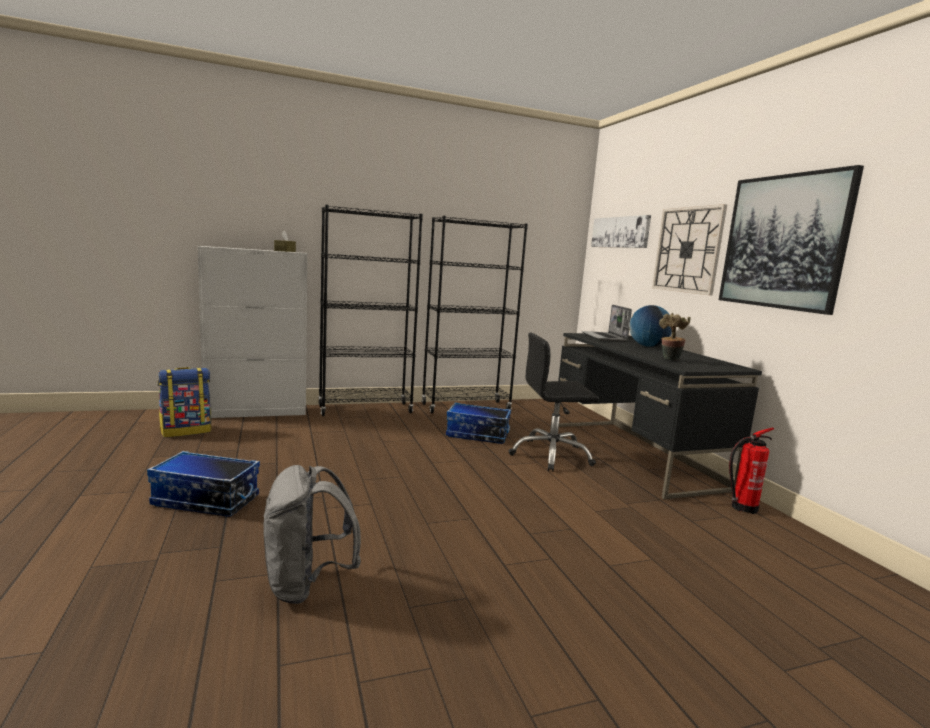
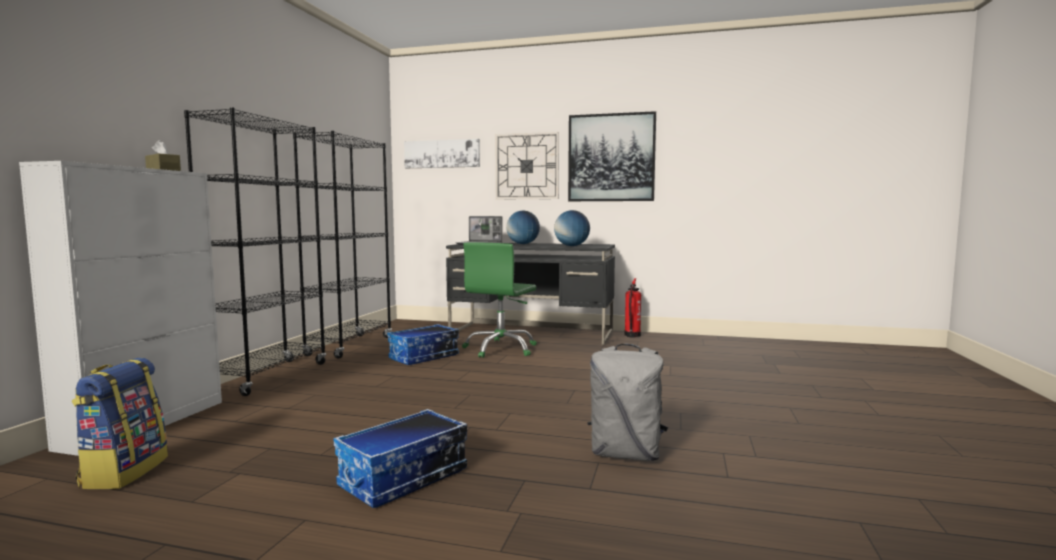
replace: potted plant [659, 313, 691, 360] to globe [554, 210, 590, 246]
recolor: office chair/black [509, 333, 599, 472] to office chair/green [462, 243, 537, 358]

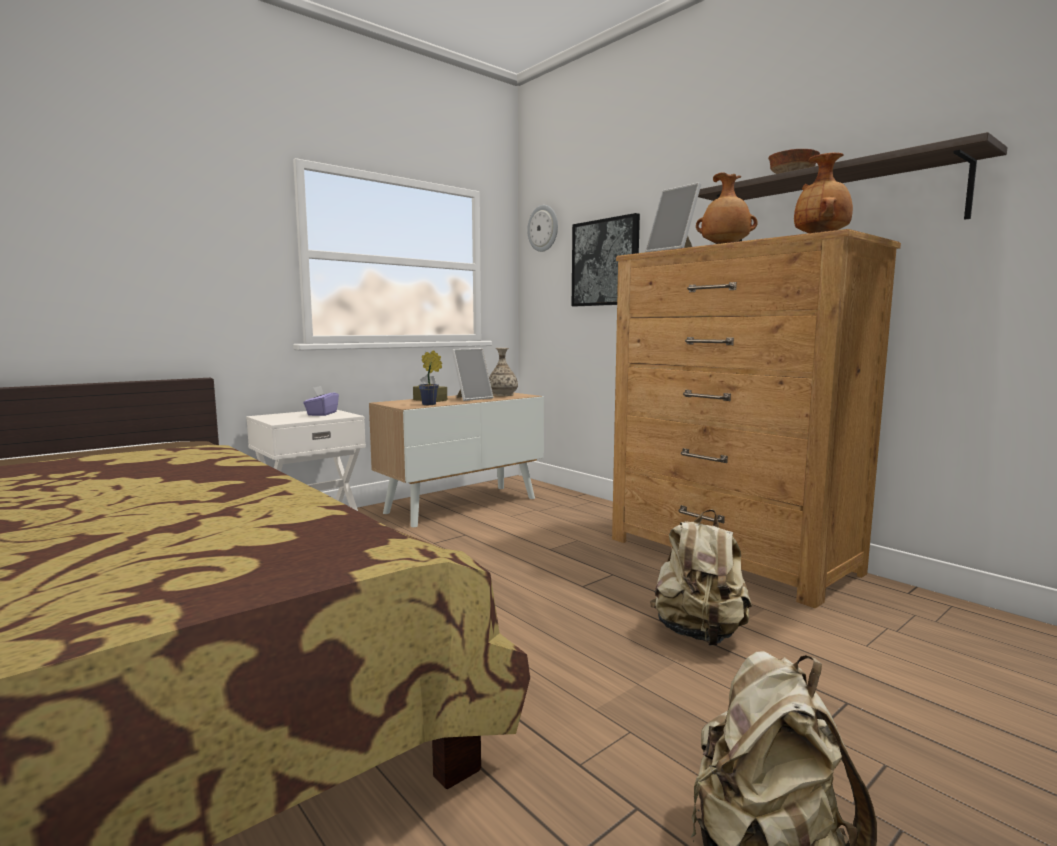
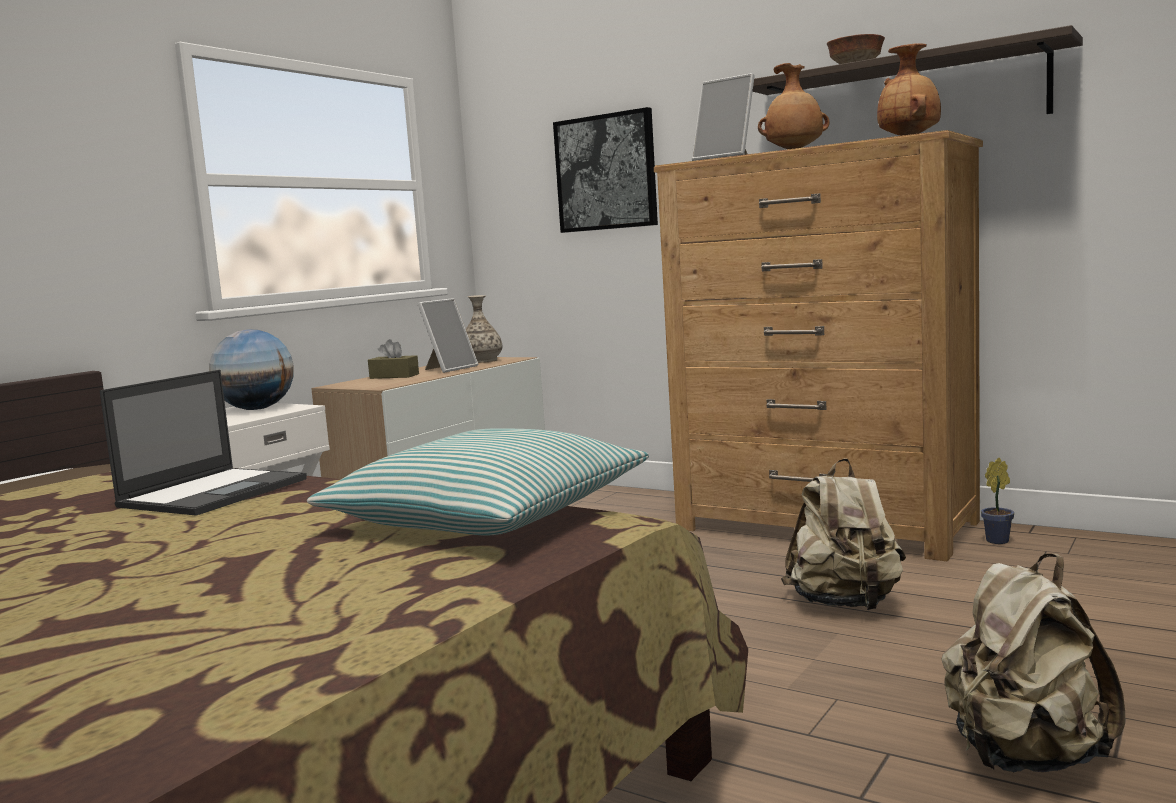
delete: wall clock [527, 205, 558, 252]
insert: laptop [100, 370, 307, 516]; pillow [307, 428, 649, 536]
move: potted plant [419, 350, 442, 405] to [981, 458, 1014, 544]
replace: tissue box/purple [303, 386, 339, 416] to globe [209, 329, 294, 410]

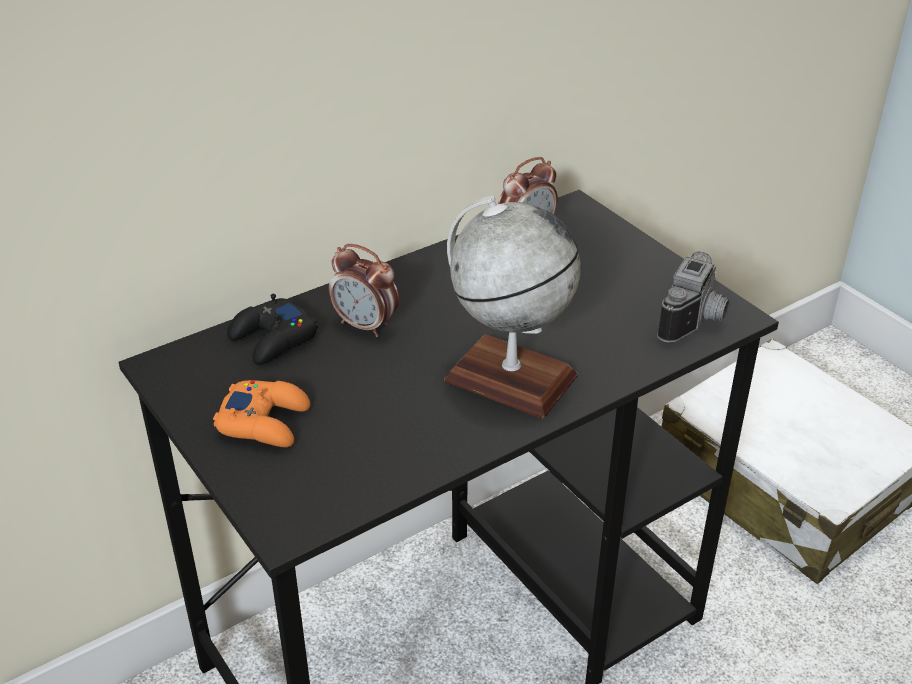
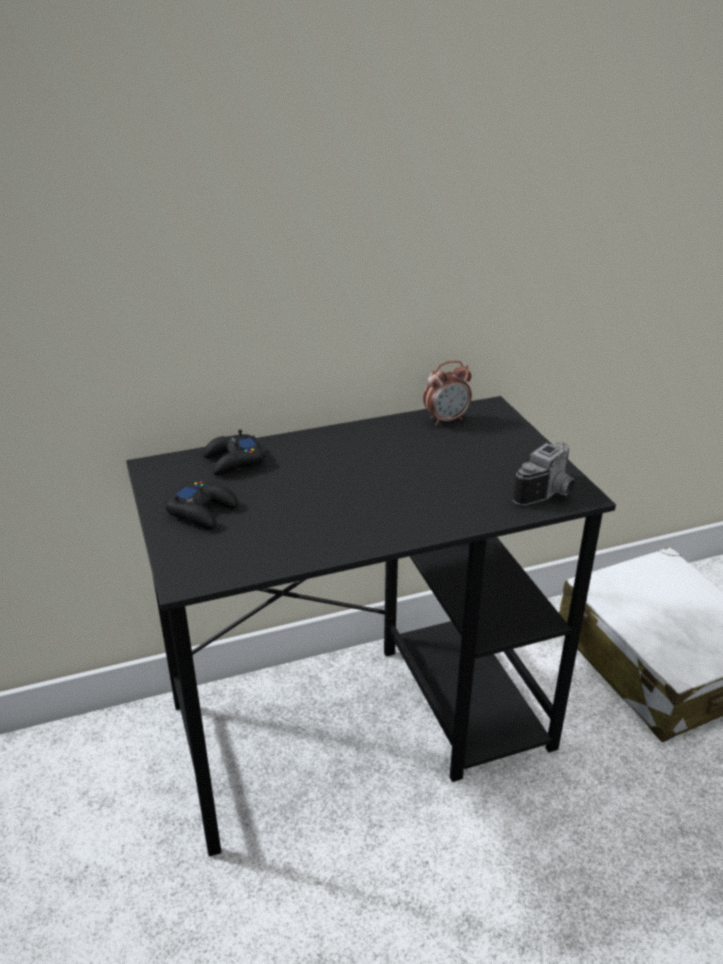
delete: alarm clock [328, 244, 399, 337]; globe [444, 196, 580, 419]
recolor: game controller/orange [213, 380, 310, 447] to game controller/black [165, 481, 238, 529]

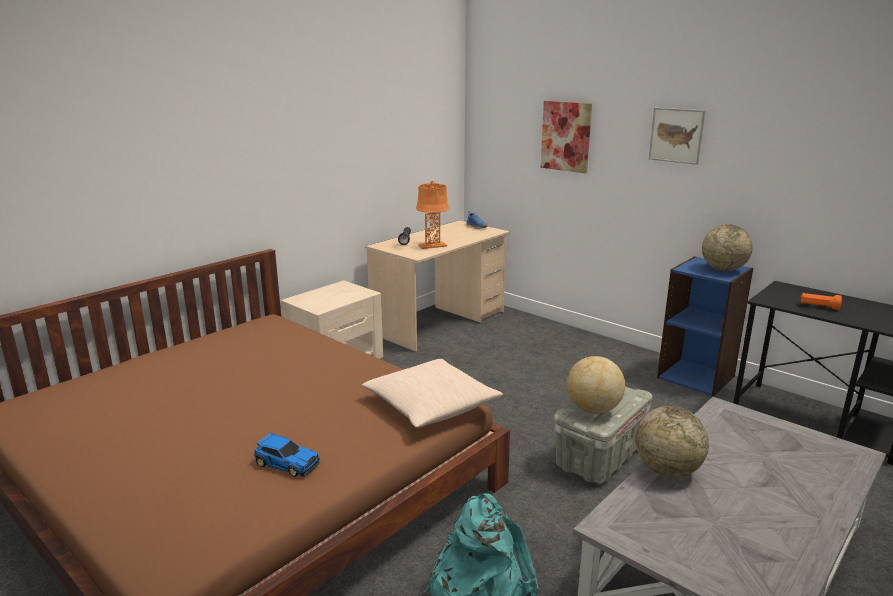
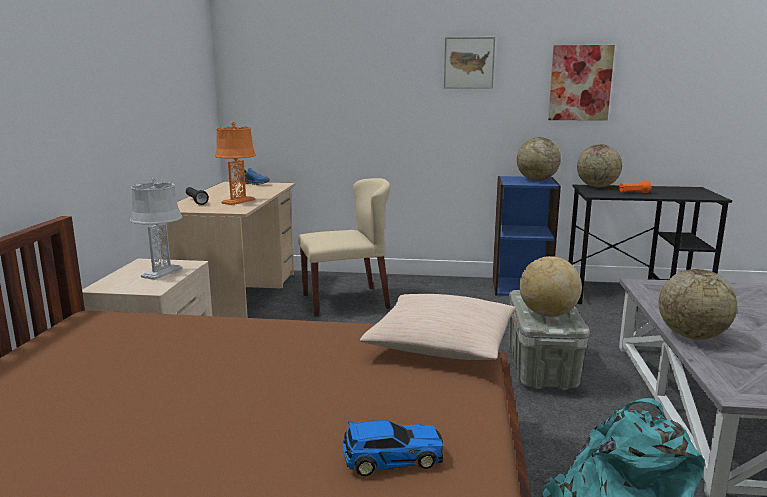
insert: table lamp/grey [130, 178, 182, 280]; chair/beige [298, 178, 390, 317]; globe [577, 144, 622, 187]
move: picture [540, 101, 592, 173] to [548, 45, 615, 121]

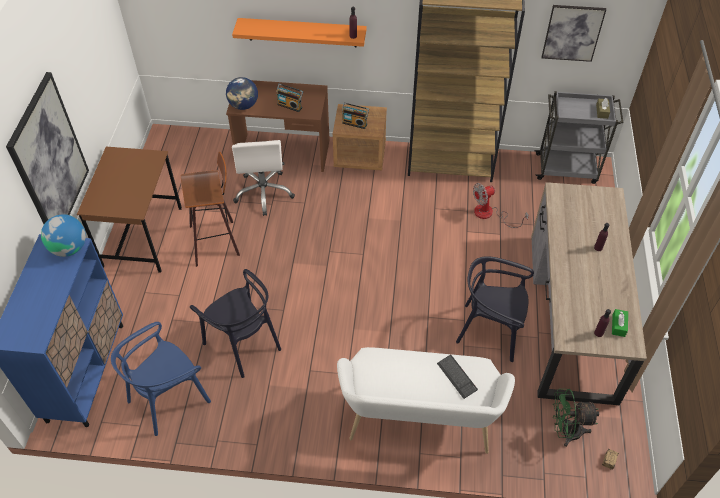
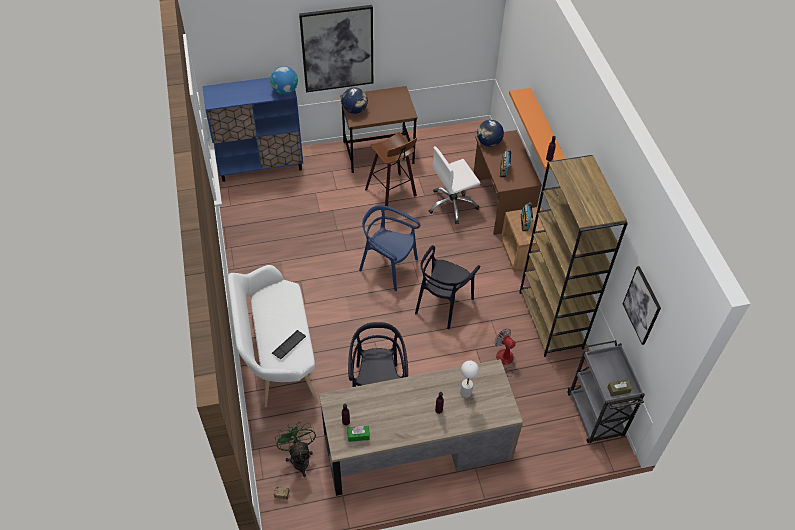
insert: globe [342, 87, 368, 114]; table lamp/white [460, 360, 479, 398]
move: chair/blue [111, 322, 211, 436] to [359, 205, 420, 291]; chair/black [190, 269, 281, 378] to [415, 245, 480, 329]

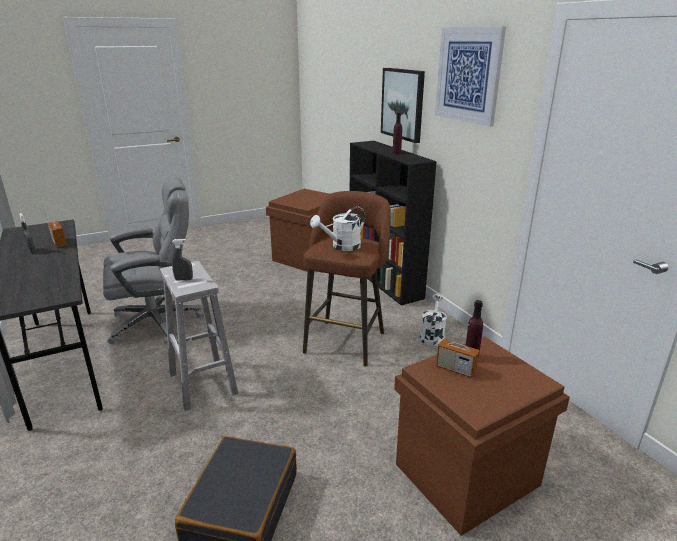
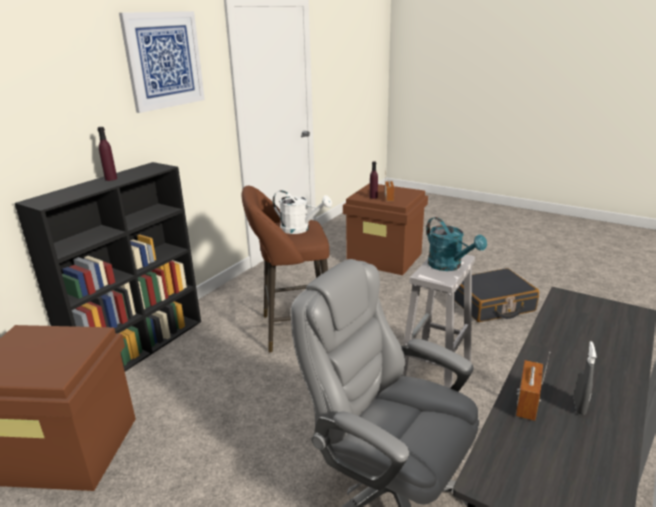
delete: picture [381, 68, 425, 143]; watering can/white [420, 294, 447, 346]
replace: spray bottle/grey [172, 239, 193, 280] to watering can/turquoise [426, 217, 487, 271]

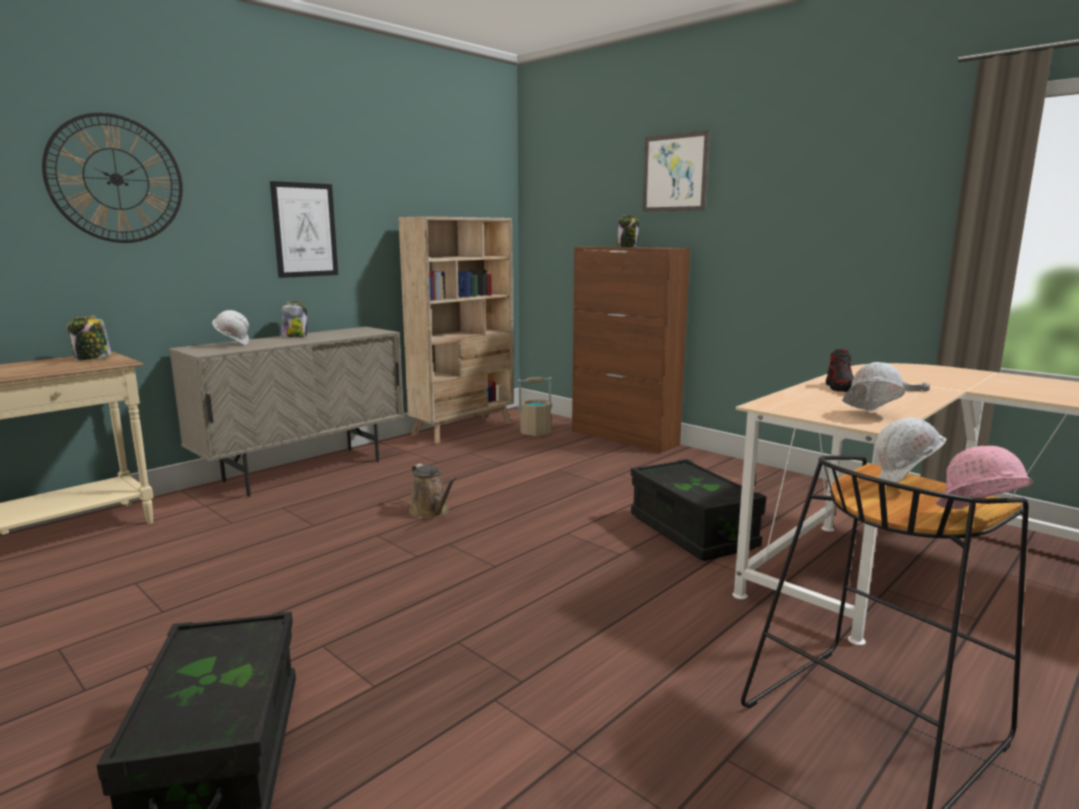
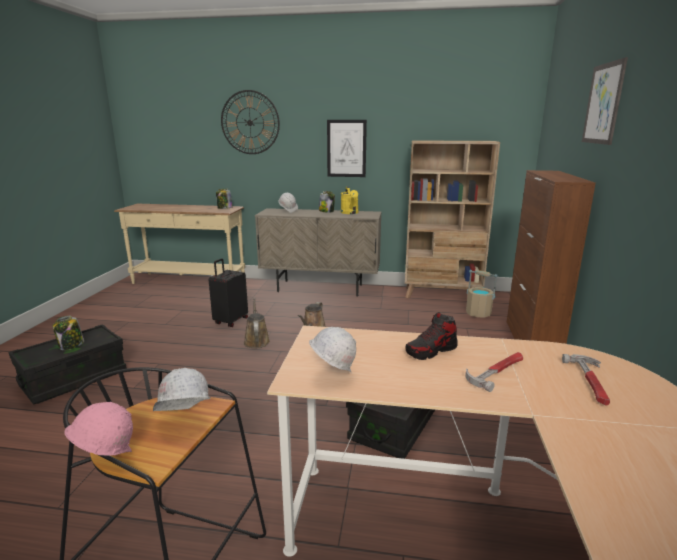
insert: suitcase/black [209, 258, 248, 327]; watering can/brown [243, 298, 270, 348]; watering can/yellow [341, 186, 358, 214]; hammer [562, 354, 610, 405]
move: jar [617, 215, 639, 247] to [52, 316, 84, 350]

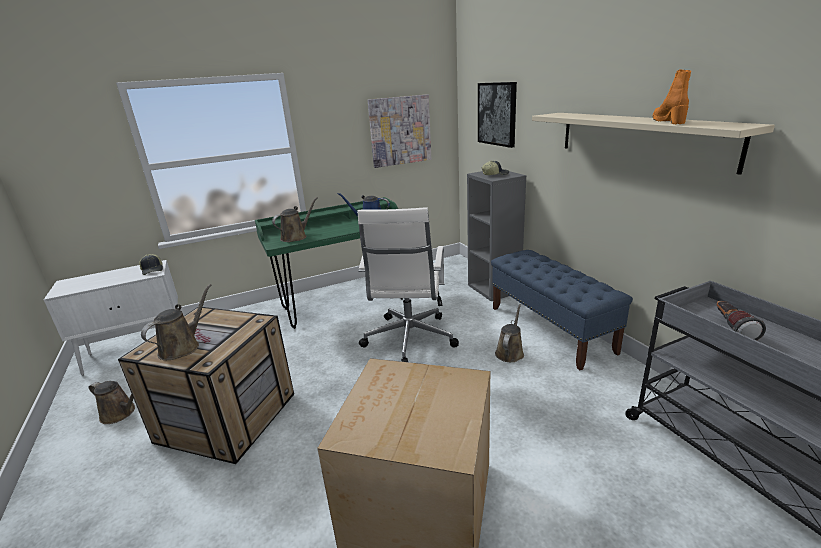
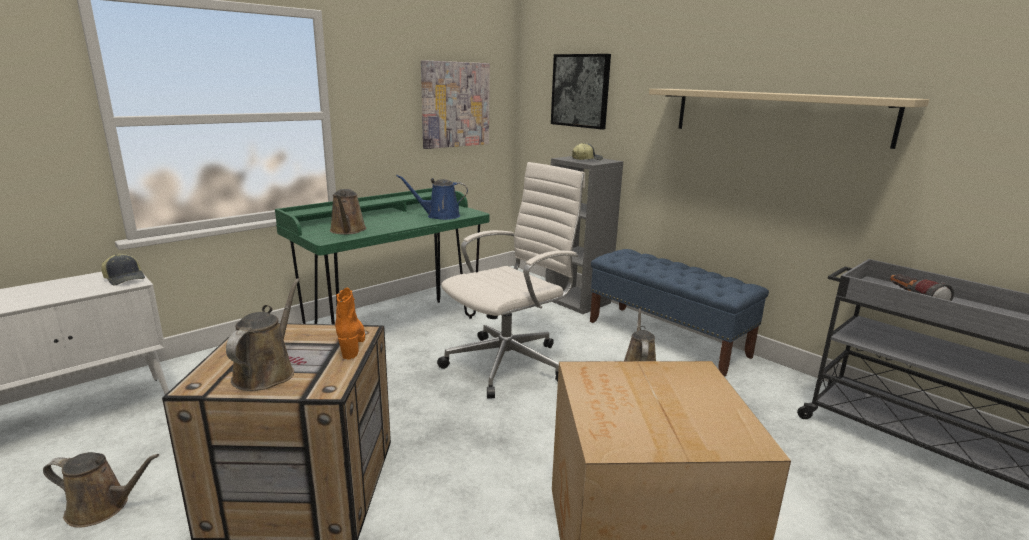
move: boot/orange [653, 69, 691, 124] to [335, 288, 365, 359]
rotate: watering can/brown [272, 197, 318, 242] = [330, 189, 367, 234] 150 degrees clockwise; office chair/white [357, 208, 459, 362] = [437, 162, 585, 399] 120 degrees counterclockwise

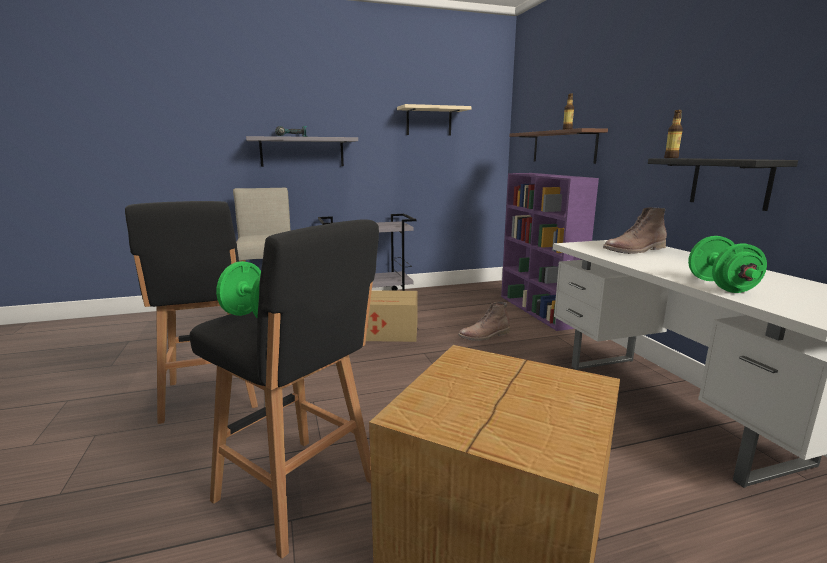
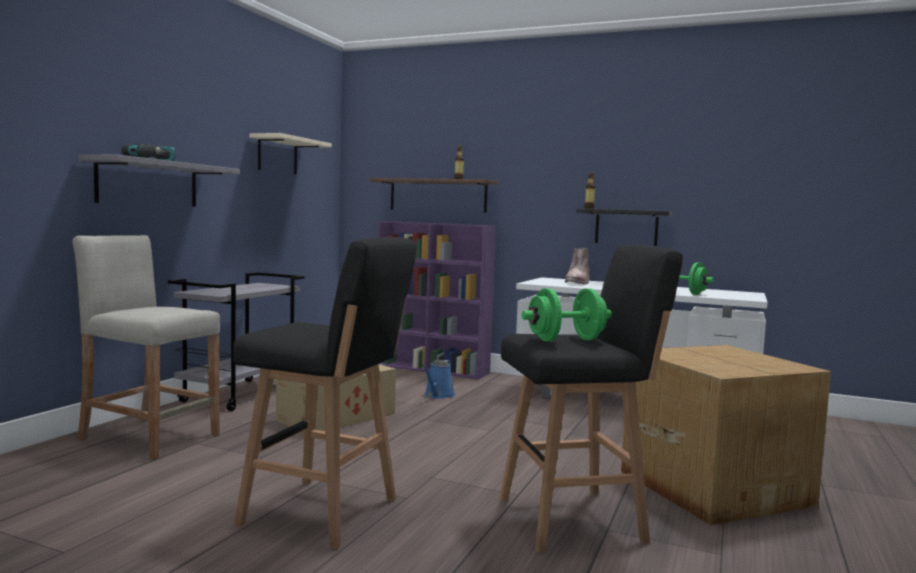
replace: boot/brown [458, 302, 510, 341] to watering can/blue [422, 360, 455, 399]

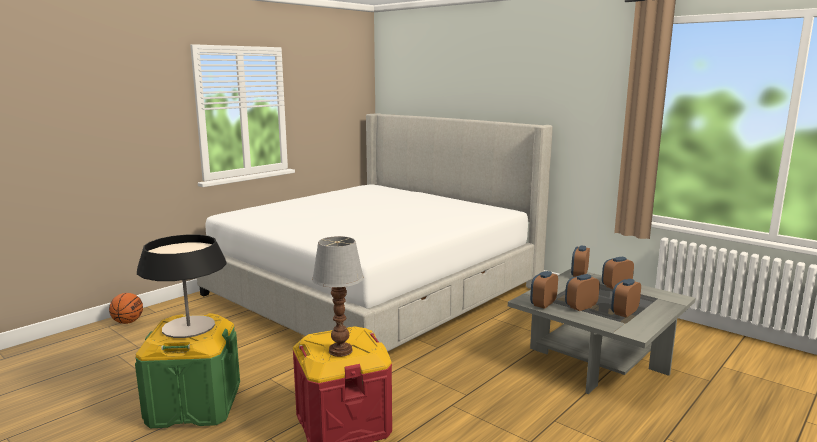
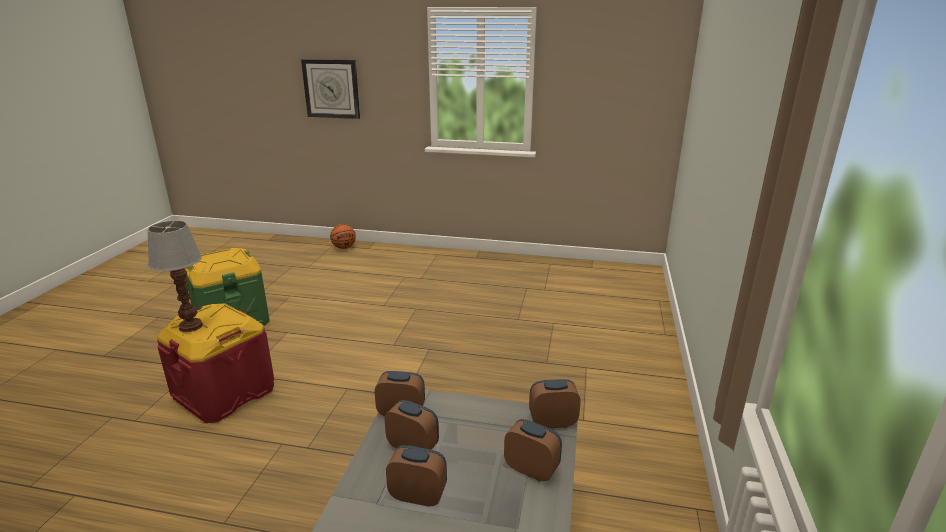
delete: table lamp [137, 235, 227, 338]; bed [197, 113, 553, 352]
insert: wall clock [301, 59, 360, 119]

